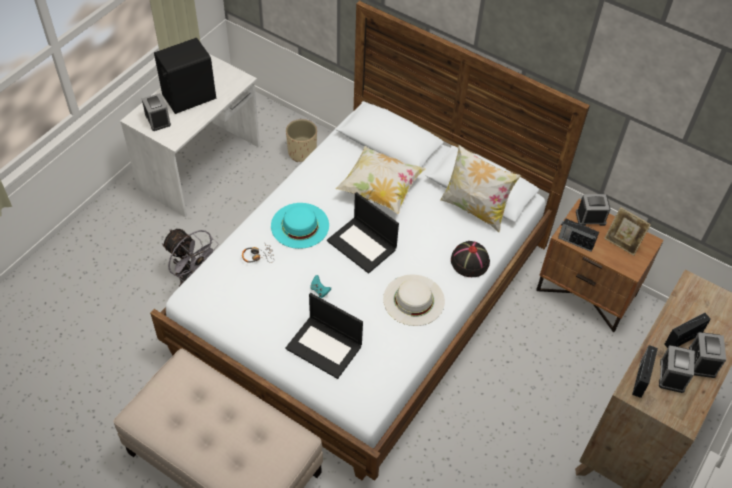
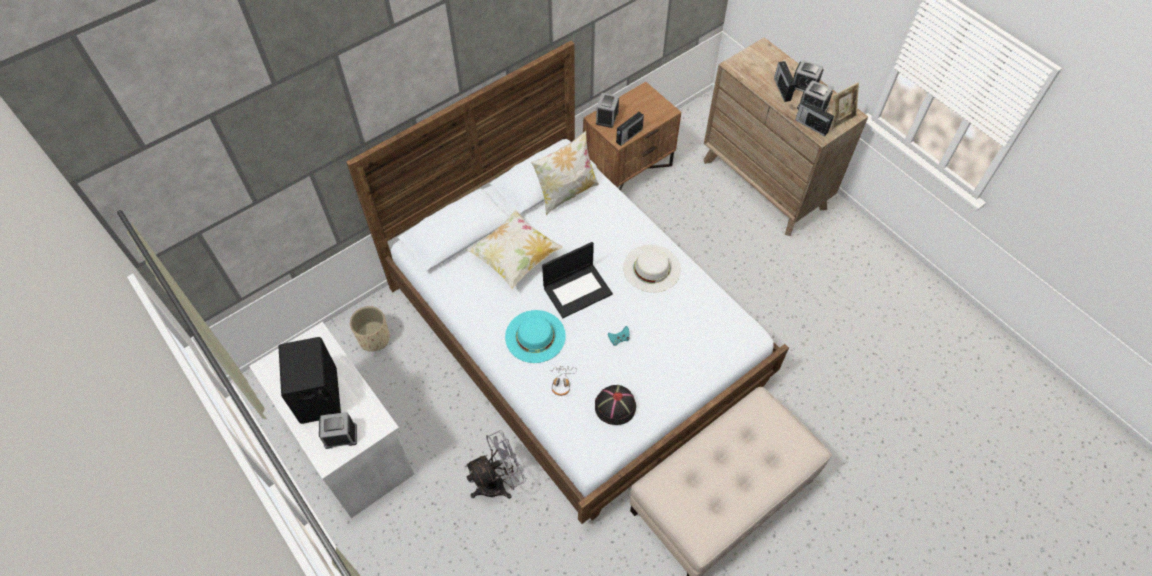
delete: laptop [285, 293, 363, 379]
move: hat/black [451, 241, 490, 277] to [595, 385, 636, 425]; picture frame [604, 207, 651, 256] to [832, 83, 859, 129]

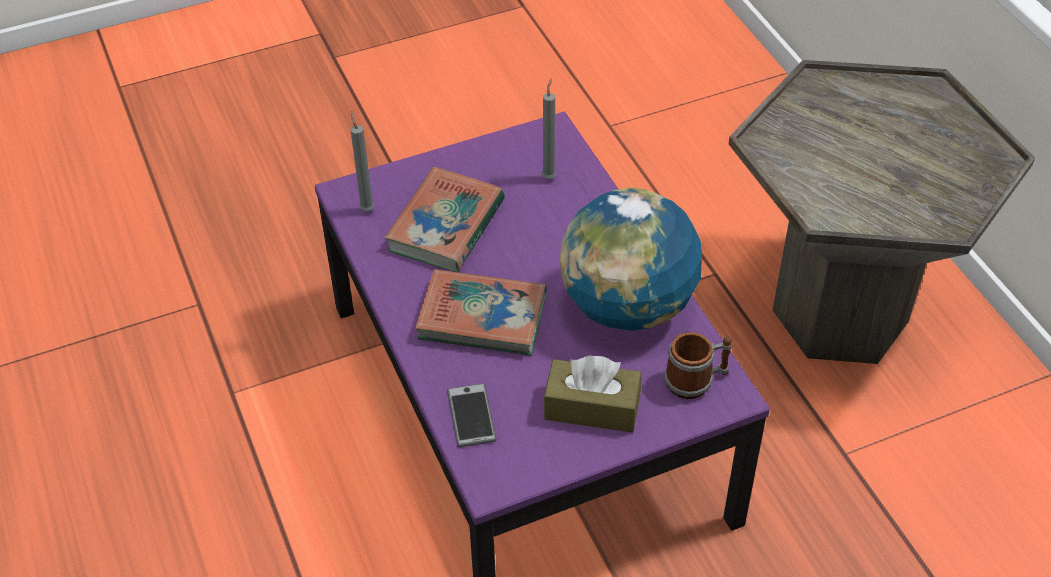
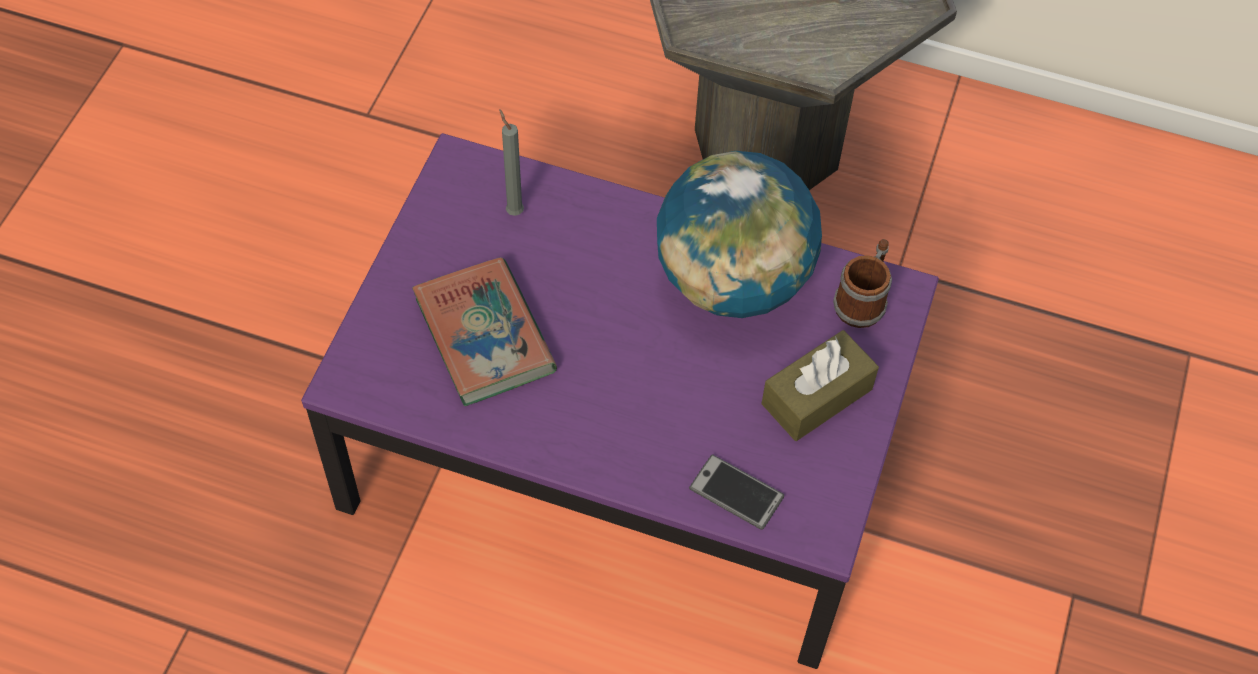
delete: candle/grey [351, 111, 374, 211]; book [416, 269, 546, 355]

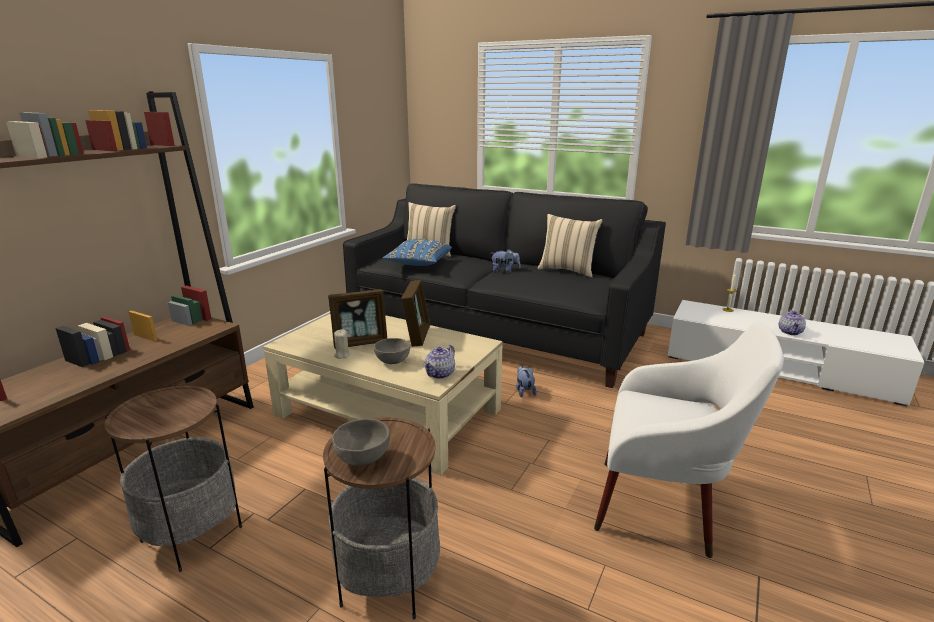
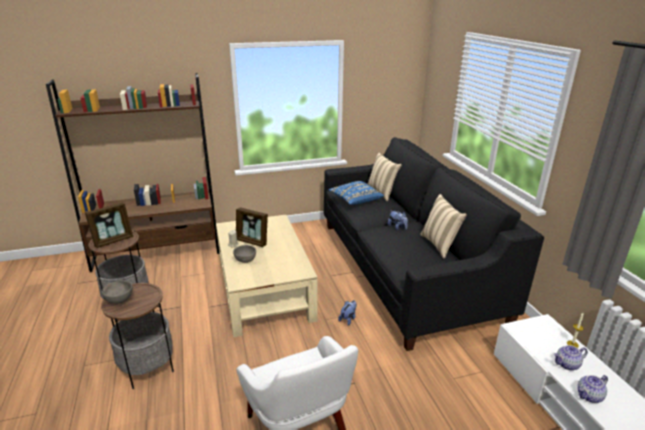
move: picture frame [401, 280, 430, 347] to [85, 203, 133, 248]; teapot [424, 345, 455, 379] to [554, 345, 588, 370]

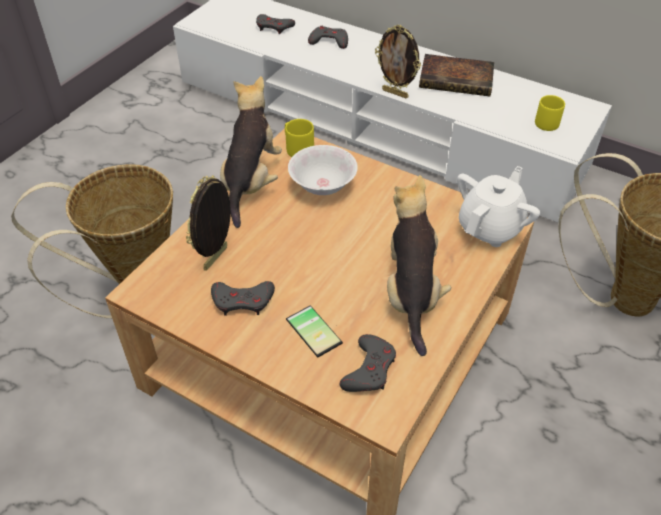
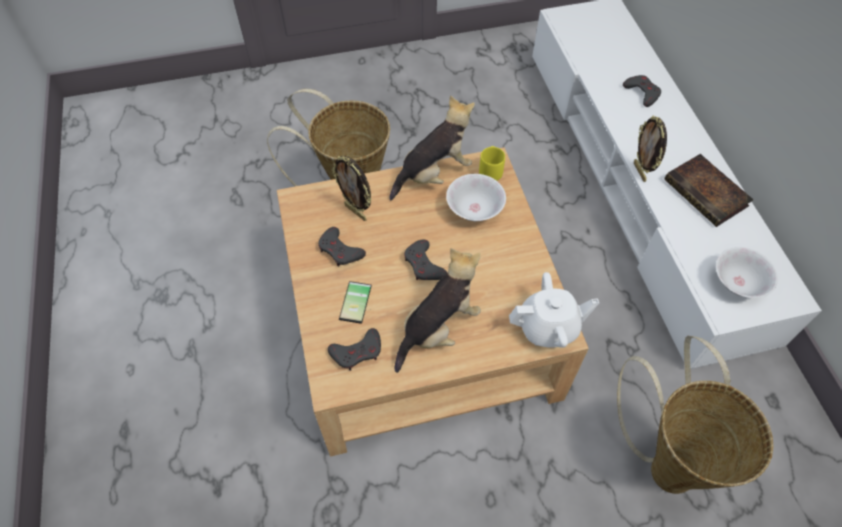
move: game controller/grey [256, 14, 295, 34] to [404, 239, 448, 280]
replace: mug/yellow [535, 95, 565, 131] to bowl/white [716, 247, 778, 298]
rotate: picture frame [186, 175, 231, 271] = [331, 156, 372, 221] 120 degrees counterclockwise

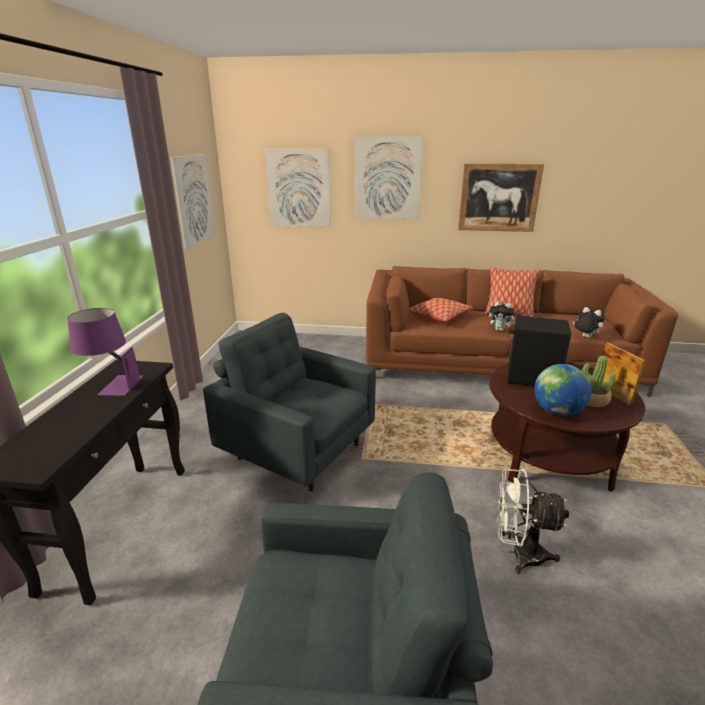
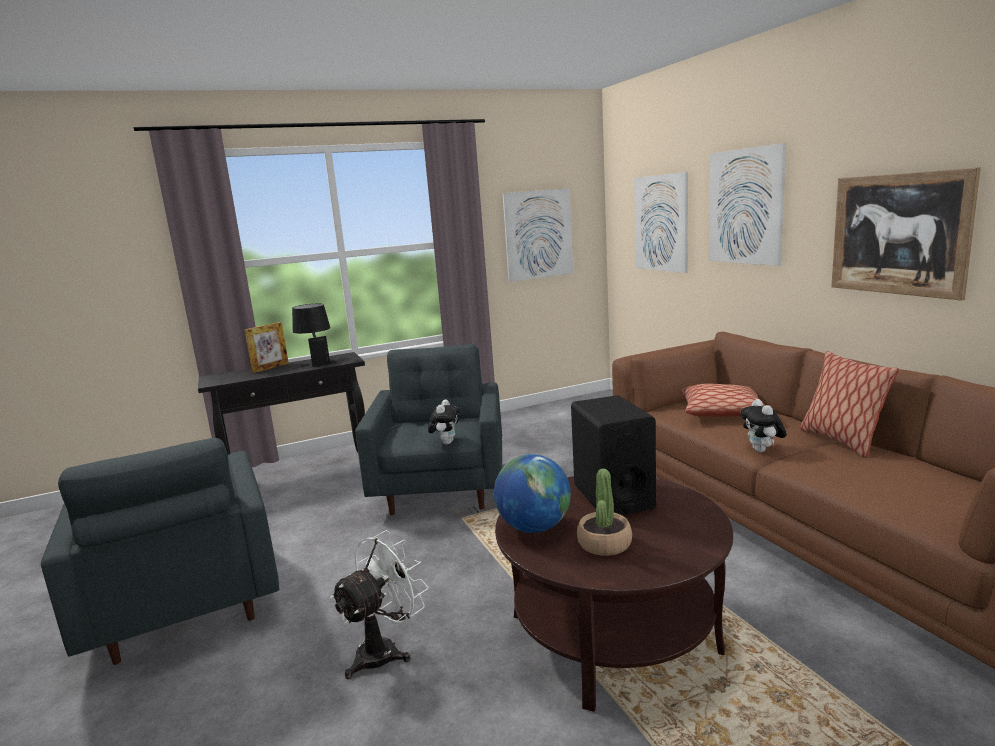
move: picture frame [602, 343, 646, 406] to [244, 322, 289, 373]; plush toy [573, 307, 606, 338] to [428, 399, 460, 445]
recolor: table lamp/purple [67, 308, 143, 396] to table lamp/black [292, 303, 337, 369]
rotate: fan/white [497, 469, 569, 574] = [330, 530, 429, 679] 60 degrees clockwise

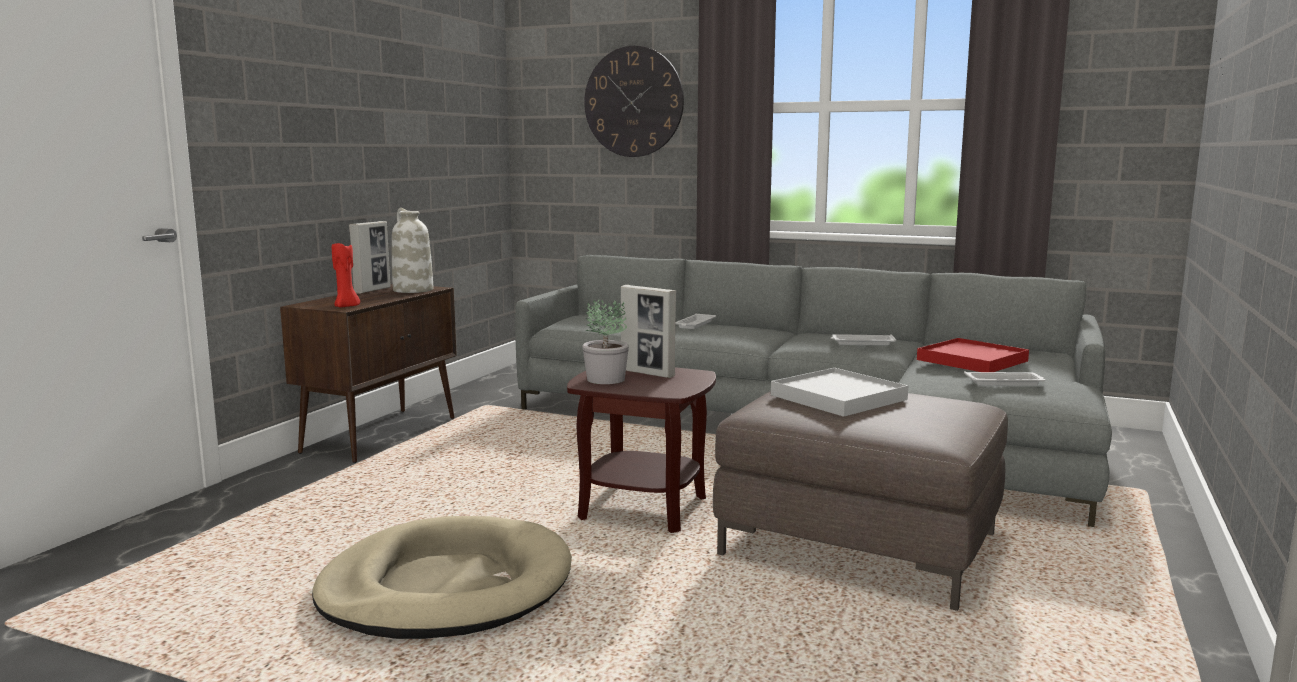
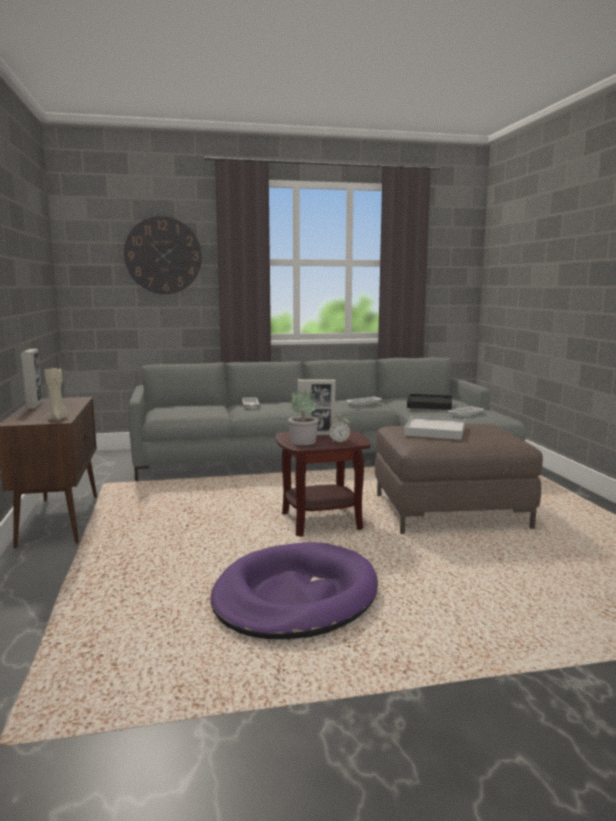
delete: vase/white [392, 208, 433, 293]
insert: alarm clock [329, 414, 350, 442]
recolor: candle/red [332, 243, 360, 308] to candle/beige [44, 368, 68, 420]; dog bed/beige [312, 516, 572, 639] to dog bed/purple [210, 542, 378, 639]; tray/red [917, 338, 1029, 372] to tray/black [407, 394, 452, 410]

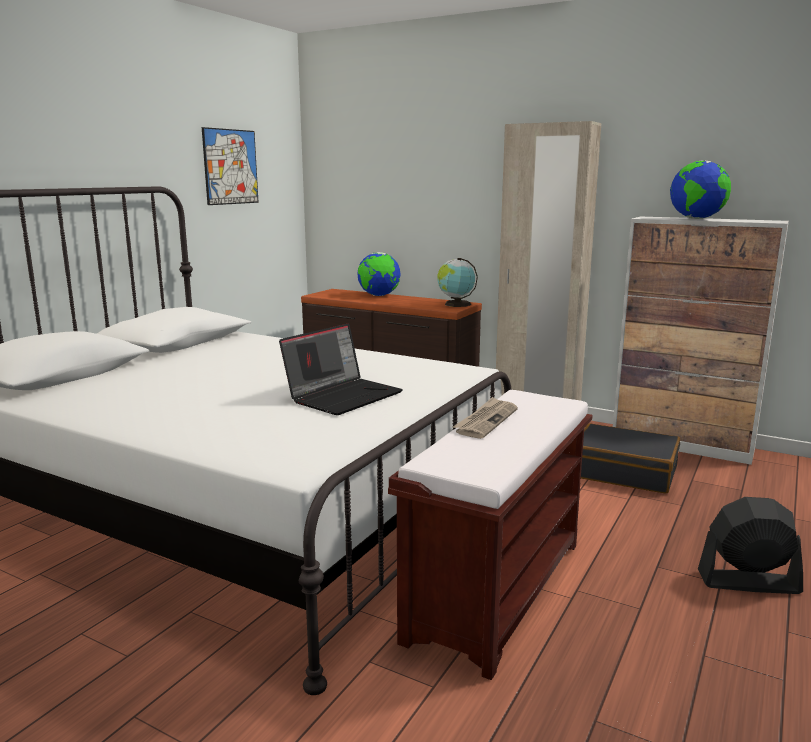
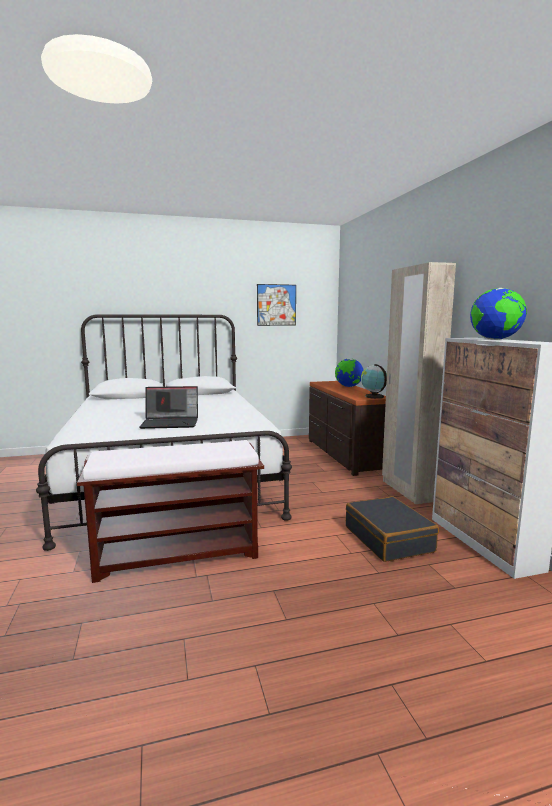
delete: newspaper [453, 397, 518, 439]; fan/black [698, 497, 803, 594]

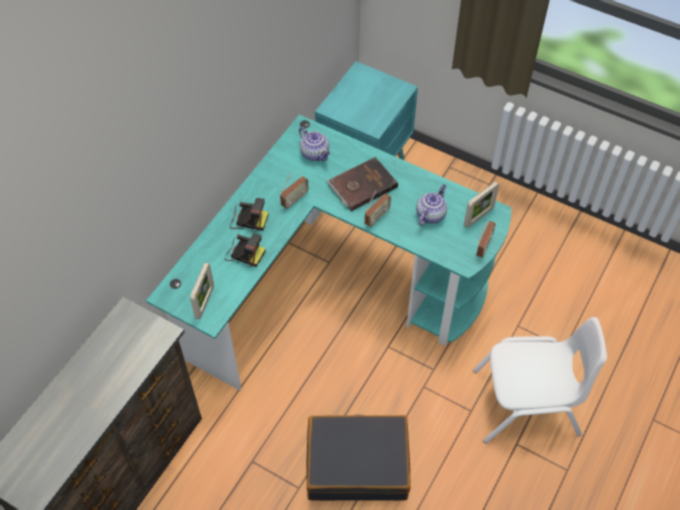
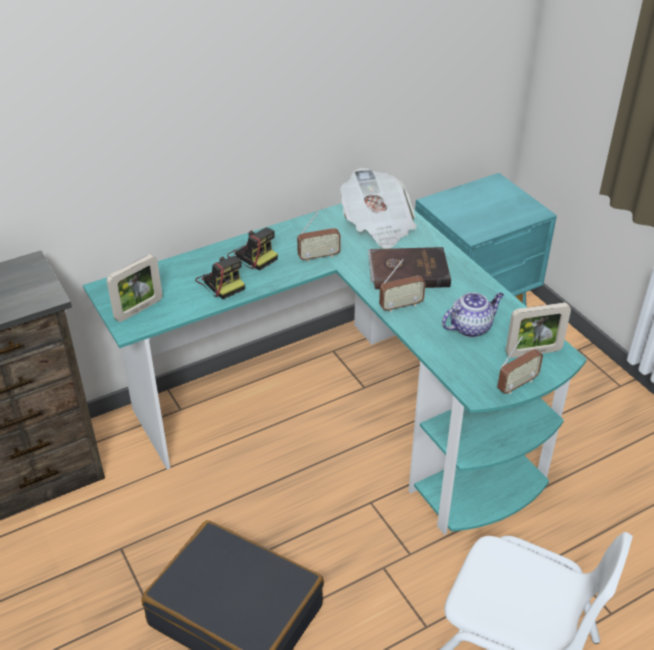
replace: teapot [299, 127, 330, 161] to newspaper [340, 168, 417, 249]

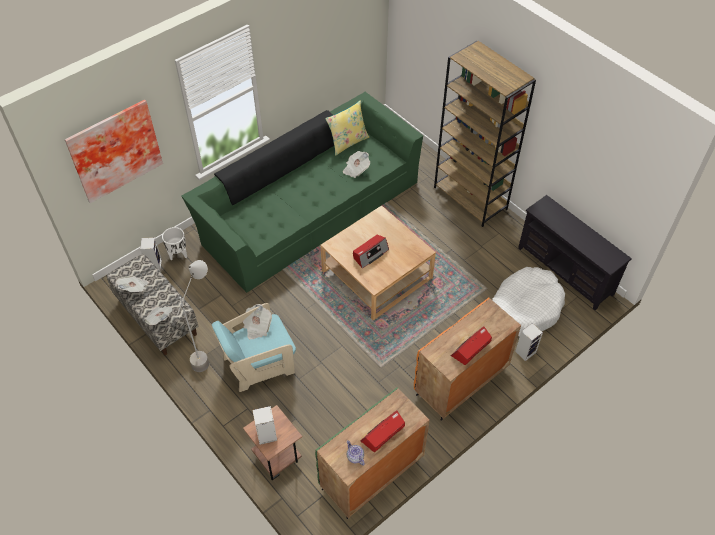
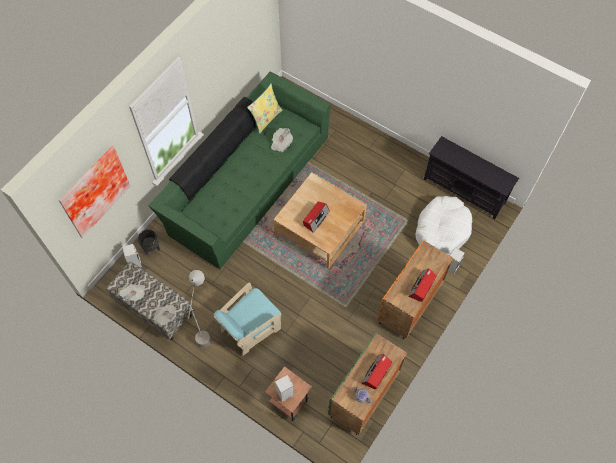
delete: newspaper [243, 304, 272, 339]; bookcase/brown [434, 41, 536, 227]
recolor: planter/white [162, 227, 187, 260] to planter/black [138, 229, 160, 256]

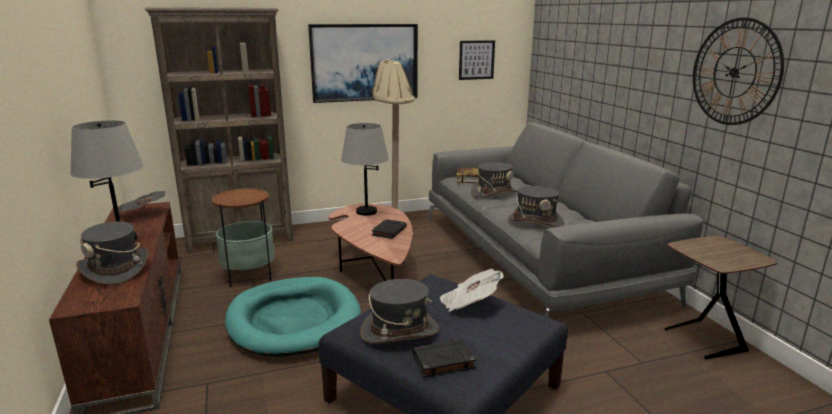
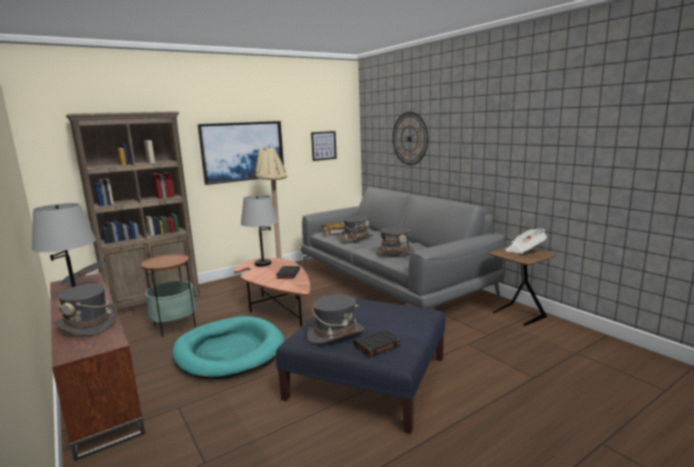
move: wall clock [693, 17, 784, 125] to [392, 112, 428, 165]; newspaper [440, 269, 504, 312] to [505, 228, 547, 253]

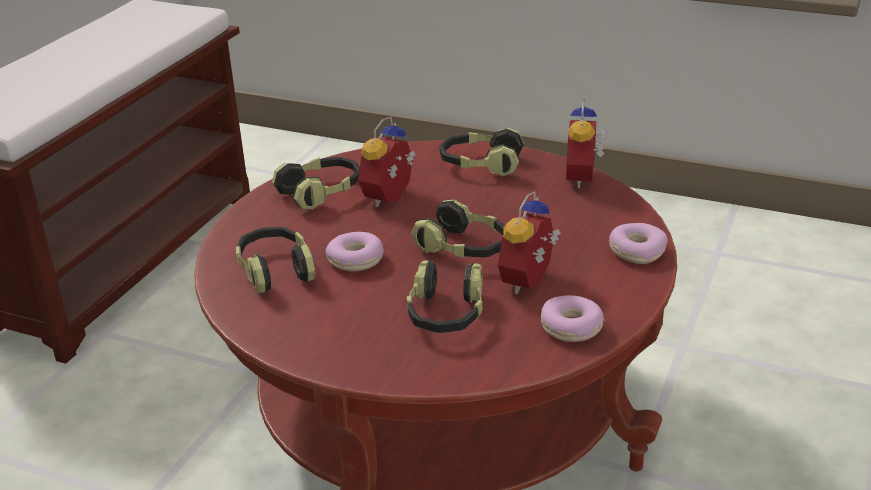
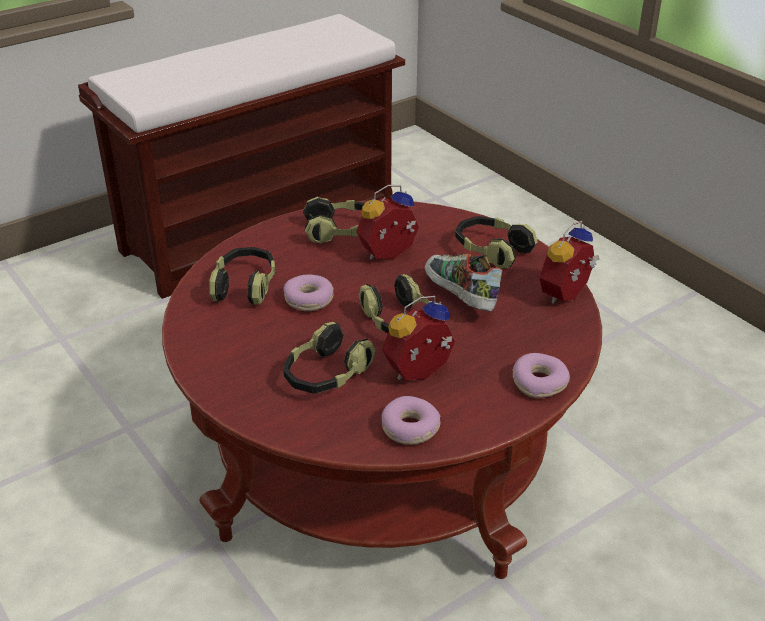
insert: shoe [424, 254, 502, 312]

